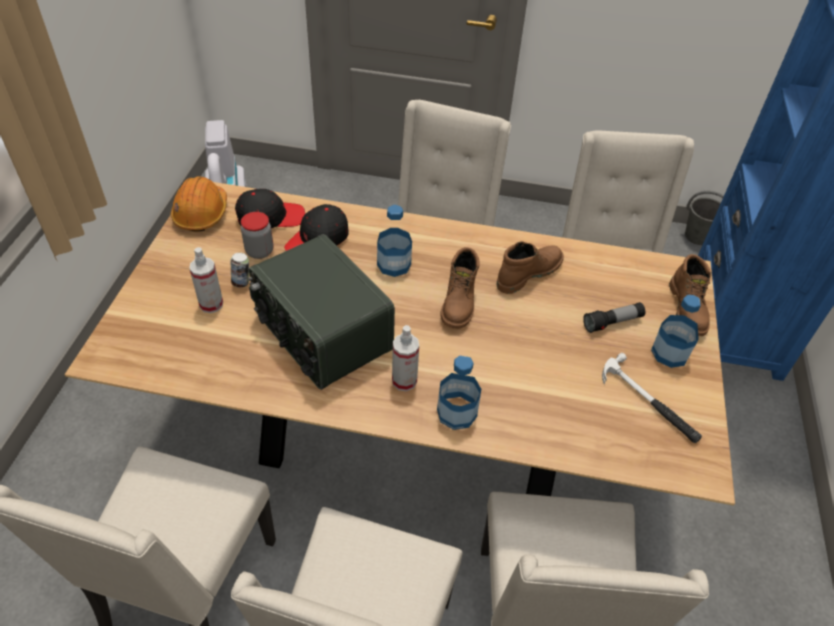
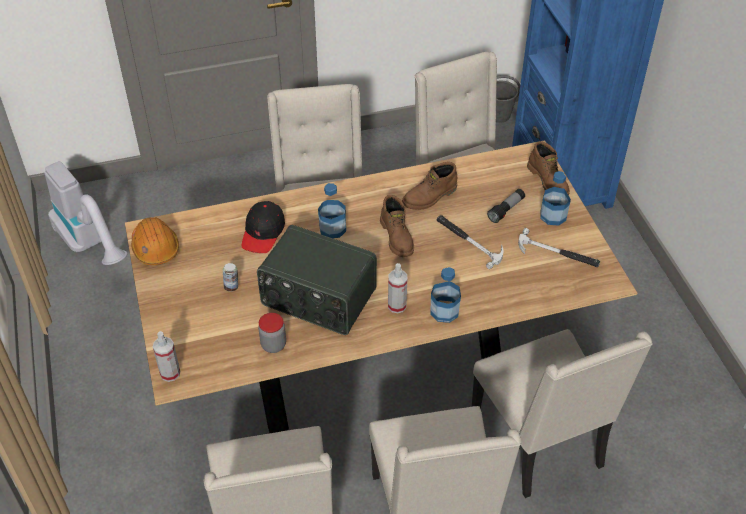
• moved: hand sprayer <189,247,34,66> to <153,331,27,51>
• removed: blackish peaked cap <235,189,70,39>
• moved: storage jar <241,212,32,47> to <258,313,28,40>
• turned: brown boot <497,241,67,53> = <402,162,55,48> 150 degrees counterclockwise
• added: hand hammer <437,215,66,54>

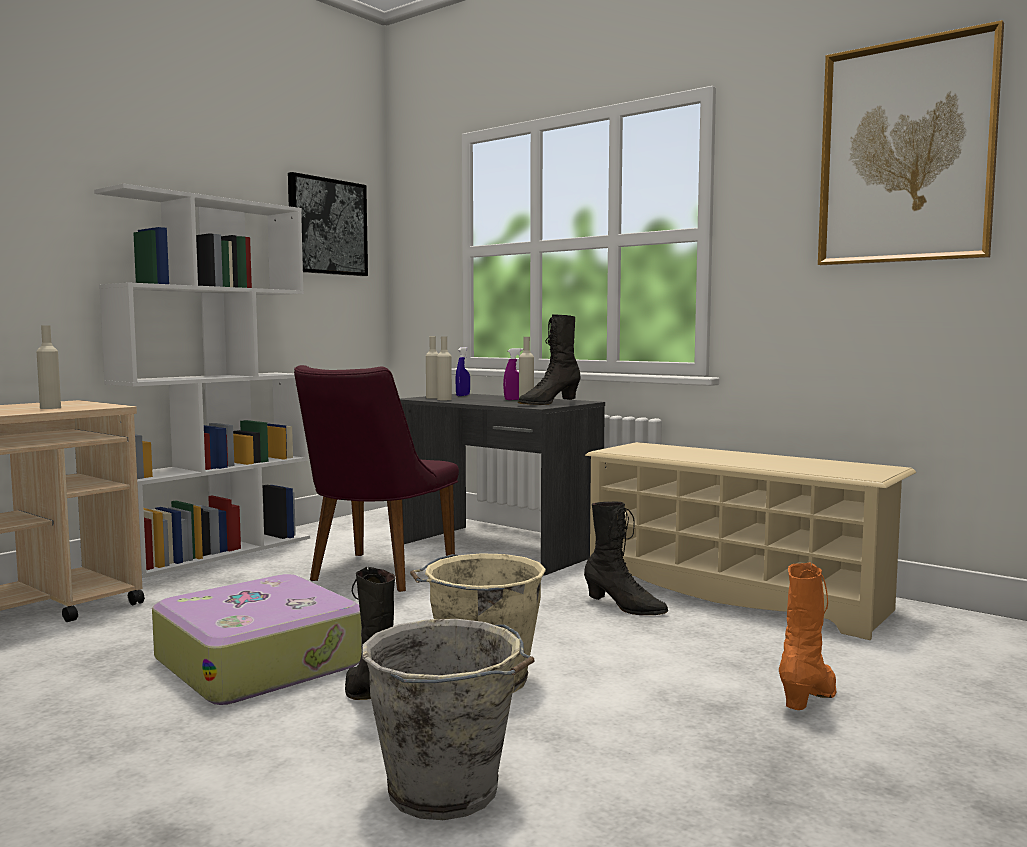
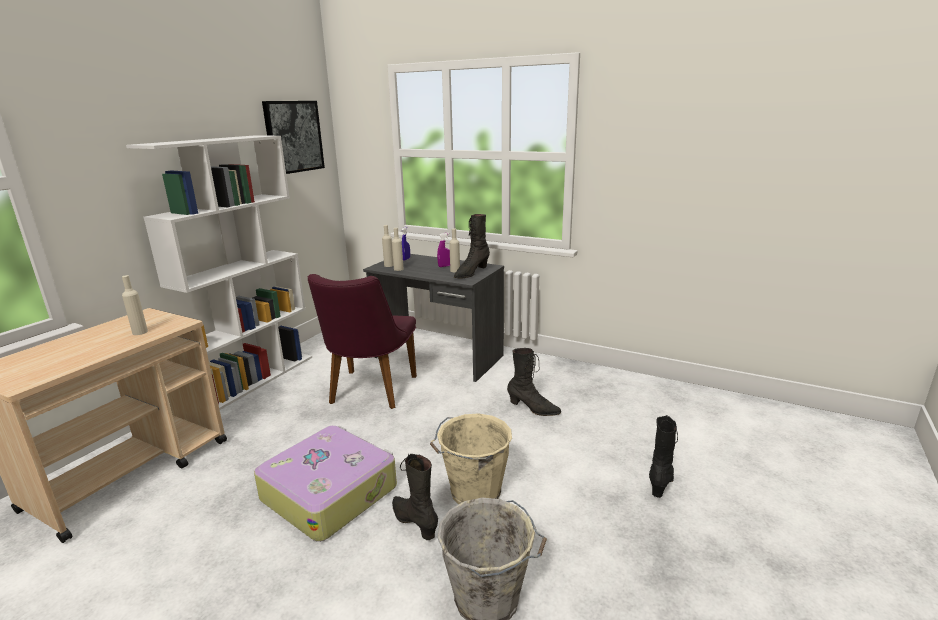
• removed: beige shoe stand <585,442,331,198>
• recoloured: orange boot <779,563,57,147> to blackish boot <649,415,29,83>
• removed: wall art <818,20,186,245>

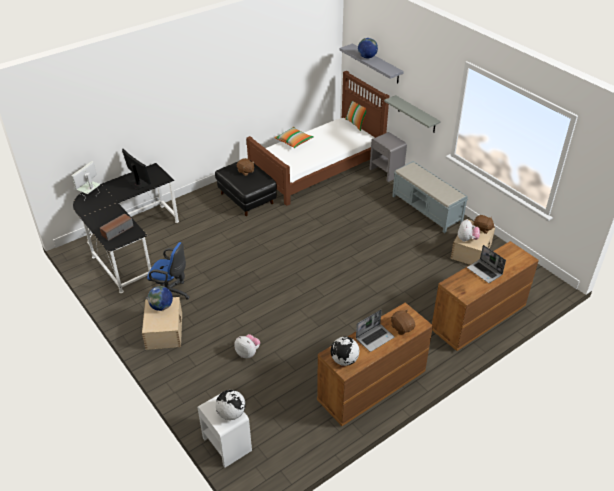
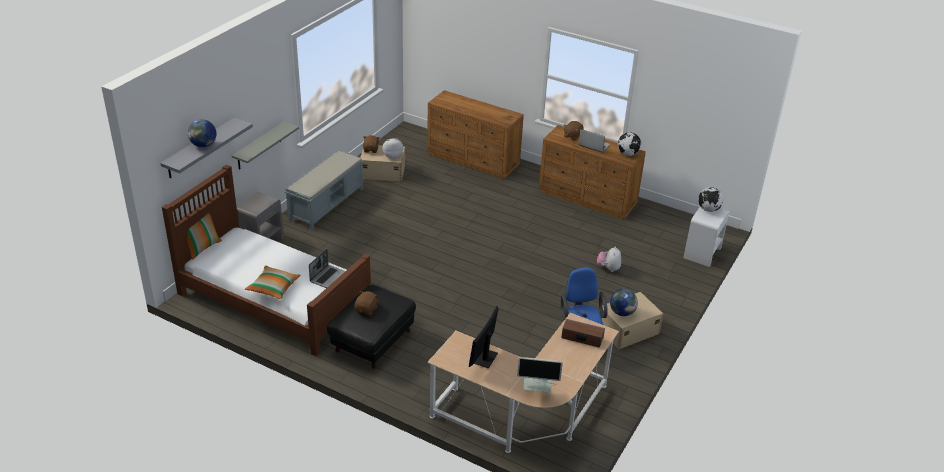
• recoloured: blackish desk unit <73,163,106,130> to beige desk unit <427,313,192,140>
• moved: portable computer <467,245,39,38> to <309,249,36,39>

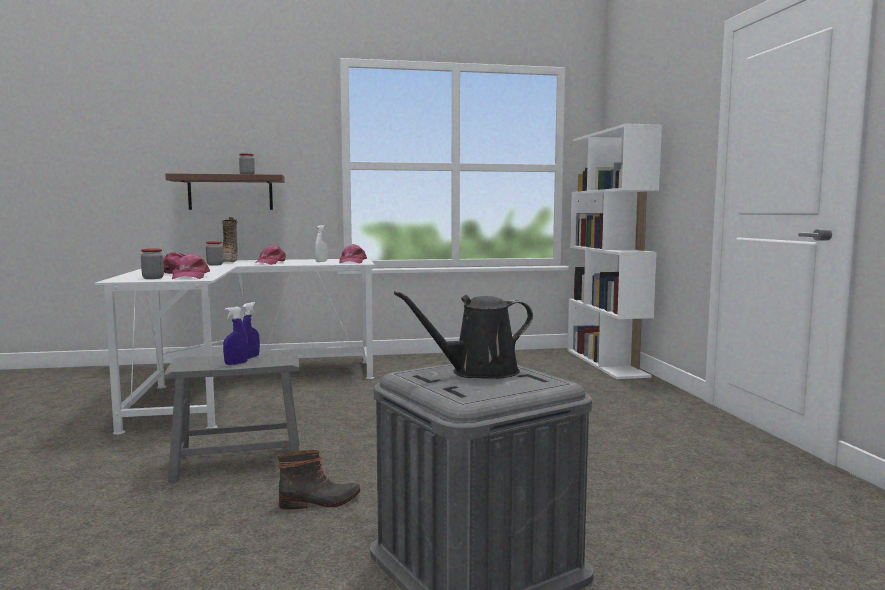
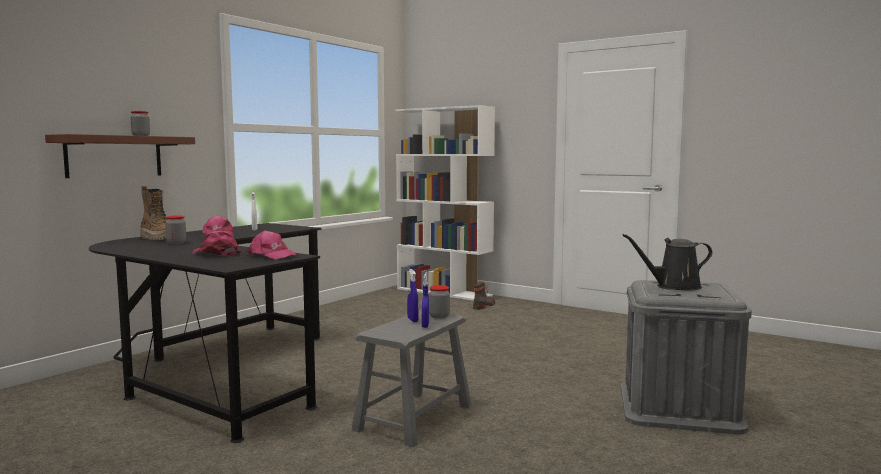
• recoloured: whitish desk unit <94,259,281,176> to blackish desk unit <89,223,232,220>
• moved: storage jar <141,248,23,31> to <429,285,21,34>
• moved: boot <278,450,82,60> to <473,282,22,28>
• removed: pinkish peaked cap <339,244,28,20>
• turned: blackish watering can <394,291,139,88> = <622,234,90,57> 60 degrees clockwise

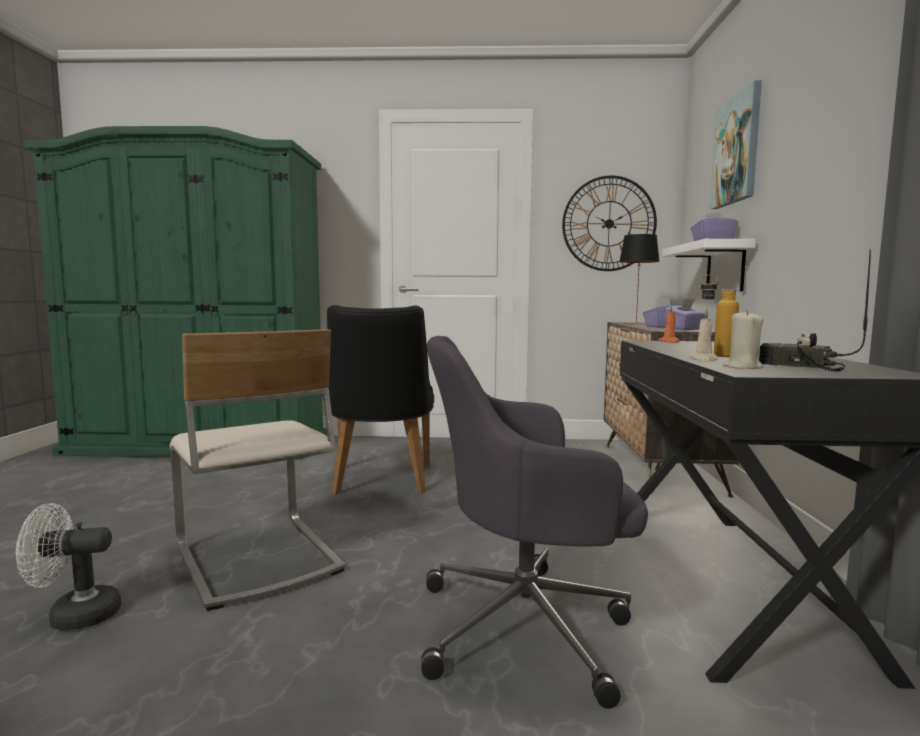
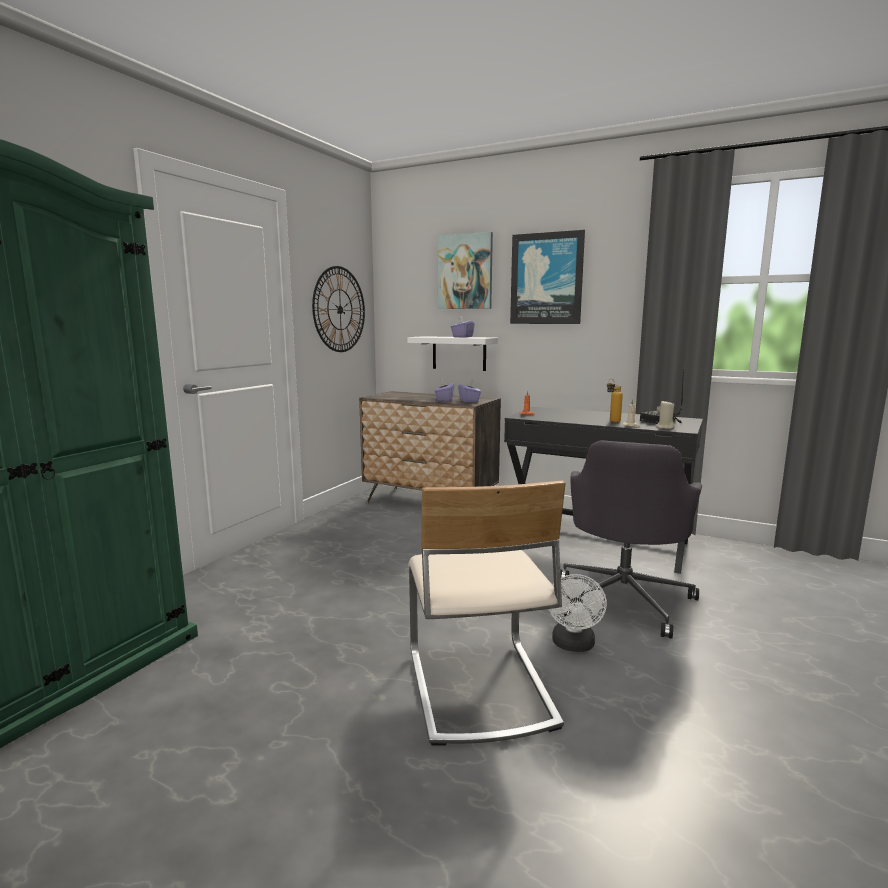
• moved: whitish cooling fan <16,503,105,127> to <549,574,58,78>
• turned: beige plain chair <170,329,176,282> = <409,480,157,266> 90 degrees clockwise
• removed: blackish plain chair <327,305,107,190>
• removed: table lamp <619,234,41,91>
• added: wall art <510,230,75,94>

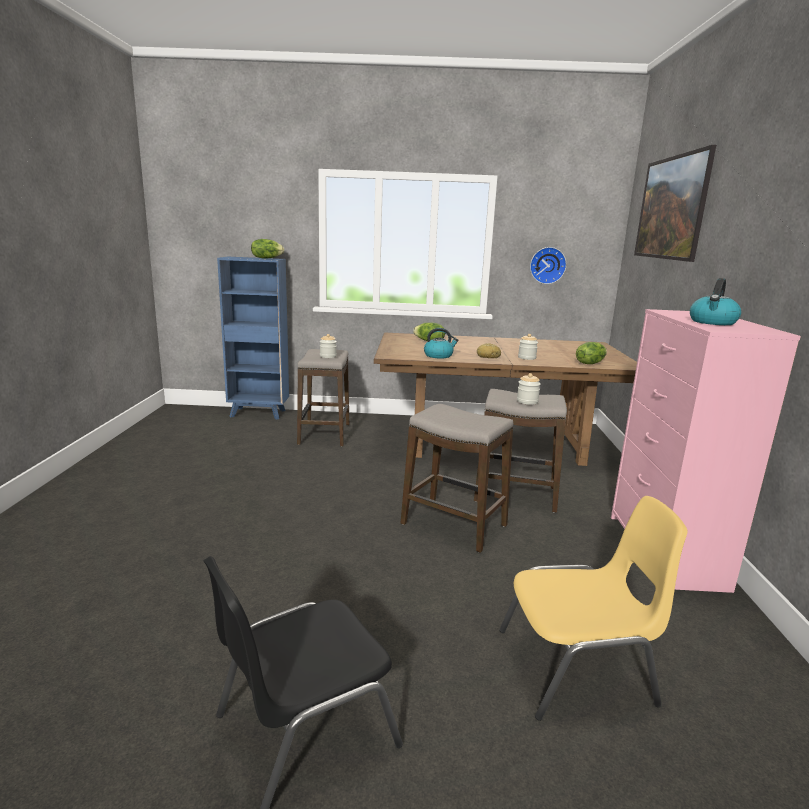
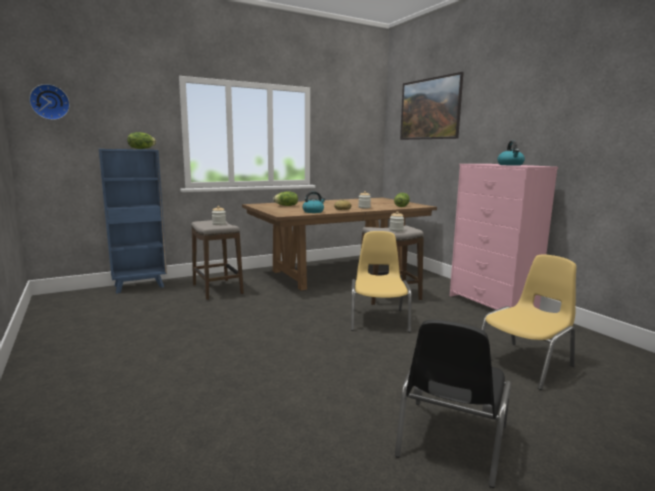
• replaced: stool seat <401,404,112,149> to yellow-coloured plain chair <351,231,60,101>
• moved: wall clock <530,247,37,37> to <29,84,41,36>

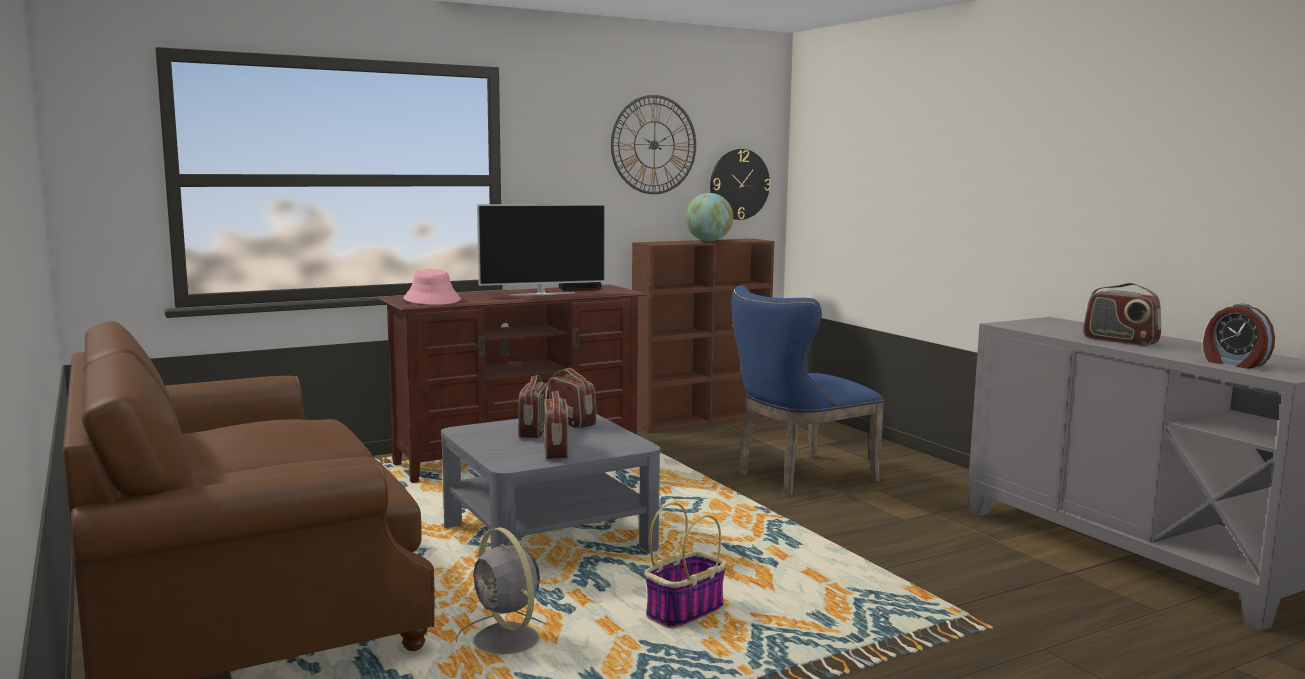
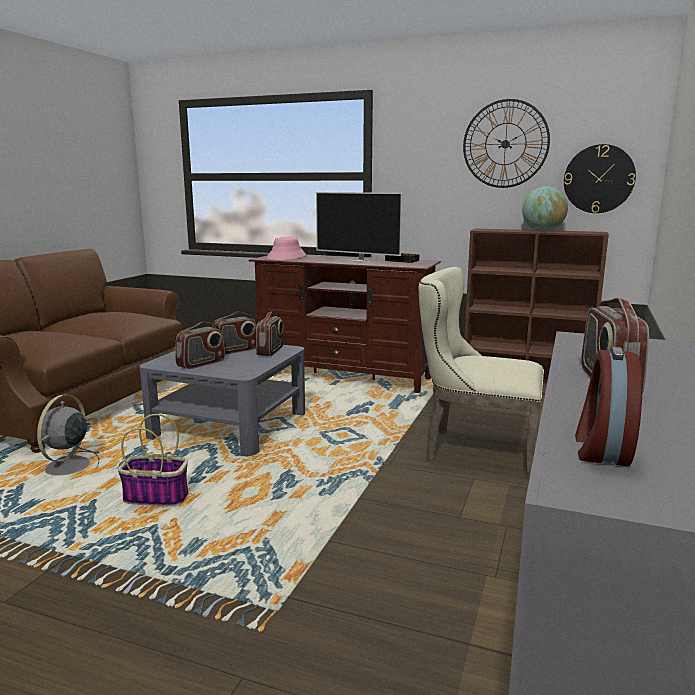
• recoloured: blue plain chair <732,285,152,211> to beige plain chair <419,267,125,212>

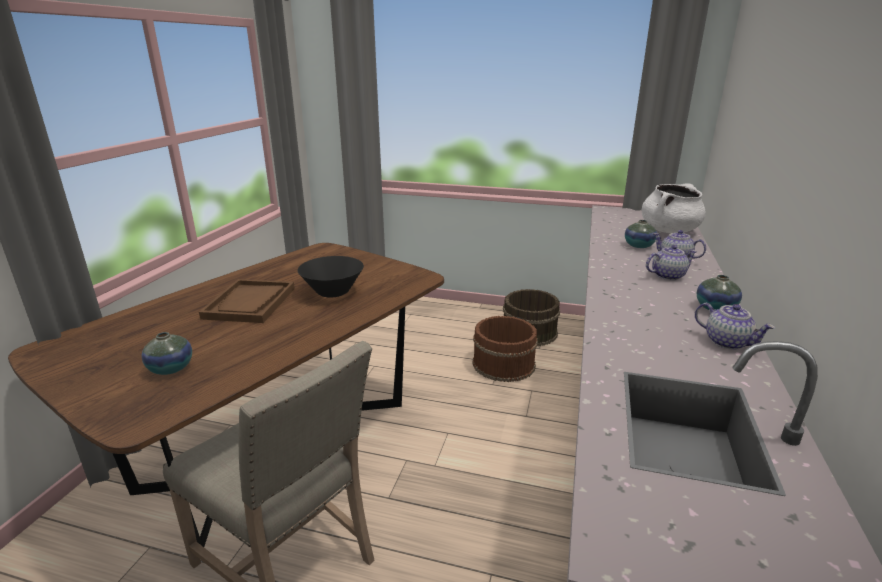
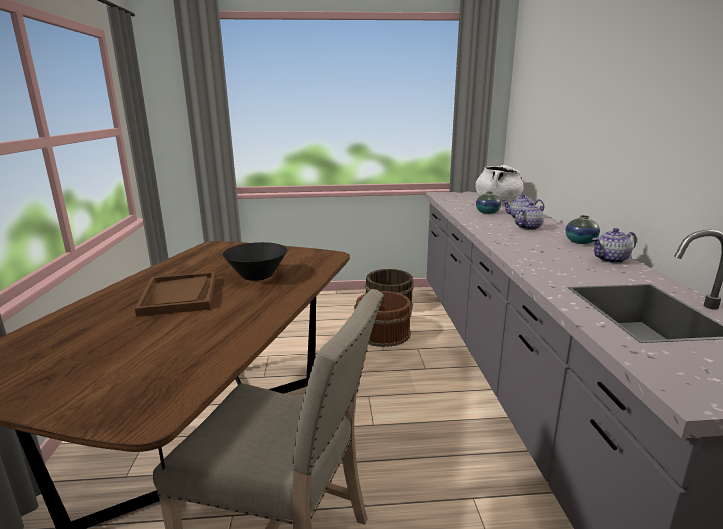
• removed: vase <141,332,51,43>
• turned: teapot <695,303,80,47> = <592,228,45,35> 135 degrees clockwise

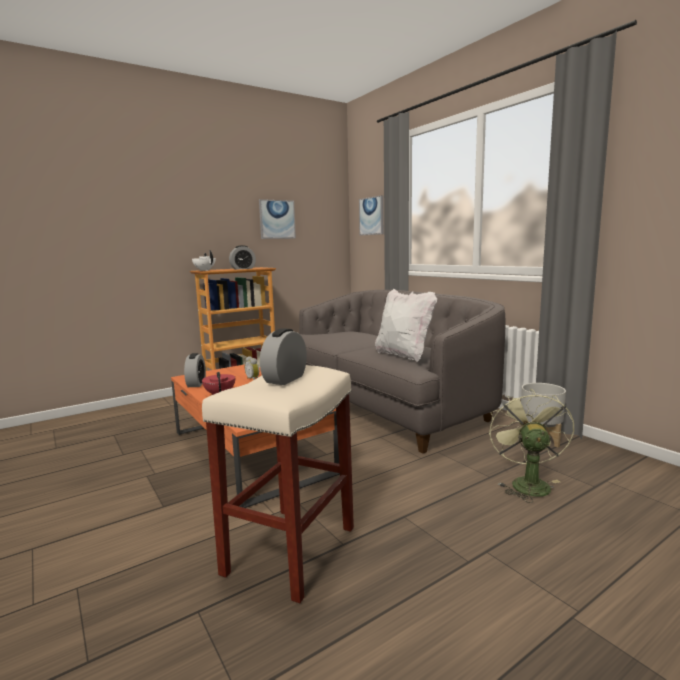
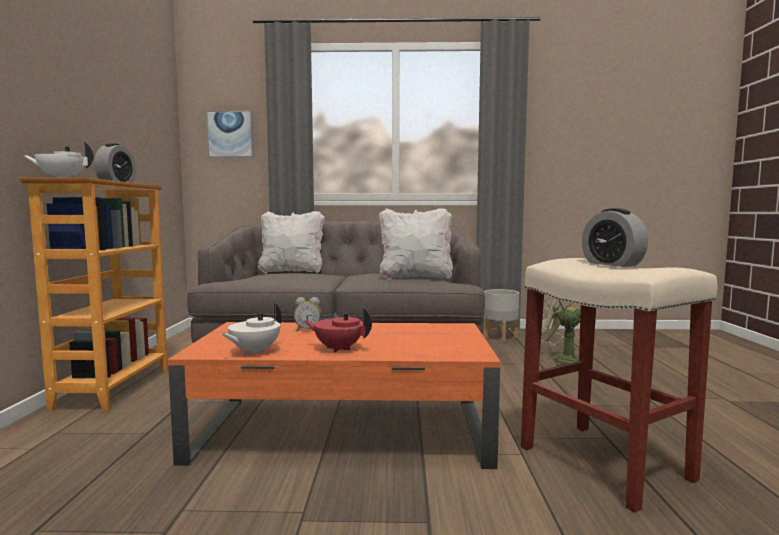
• replaced: bedside clock <184,353,22,34> to whitish teapot <221,303,61,52>
• removed: wall art <259,199,37,40>
• added: whitish throw pillow <258,211,67,63>

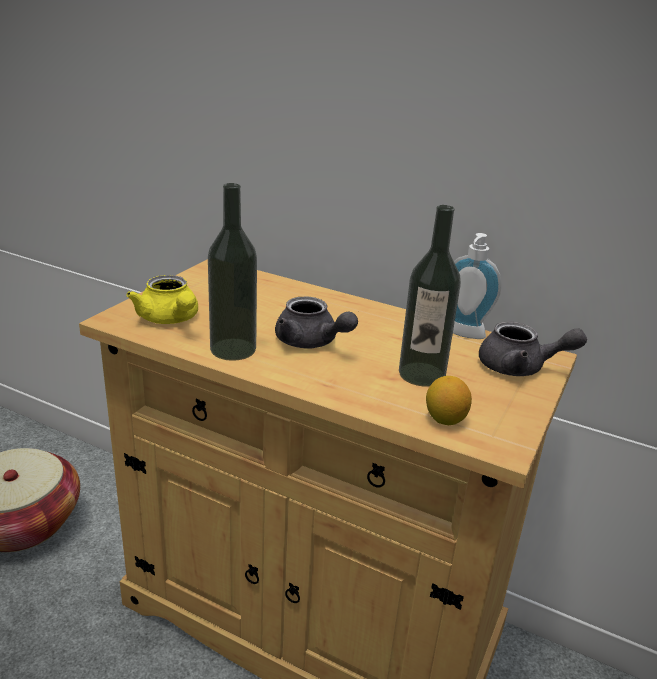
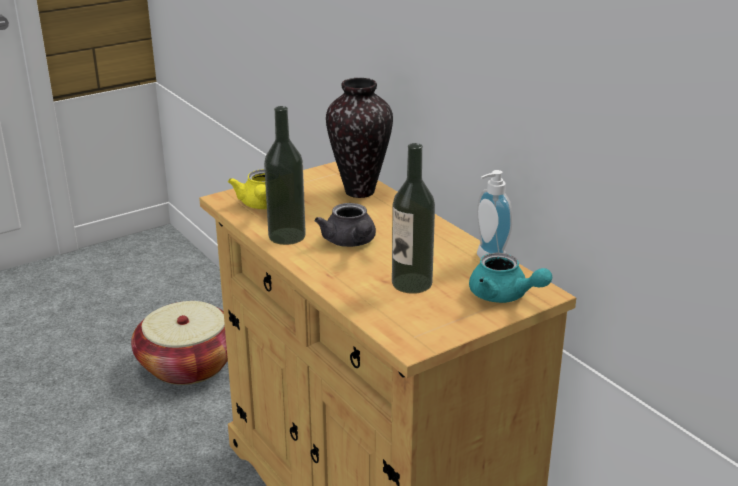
• removed: whole lemon <426,376,46,49>
• recoloured: greyish teapot <479,322,108,54> to blue-green teapot <469,253,83,50>
• added: vase <326,78,67,120>

